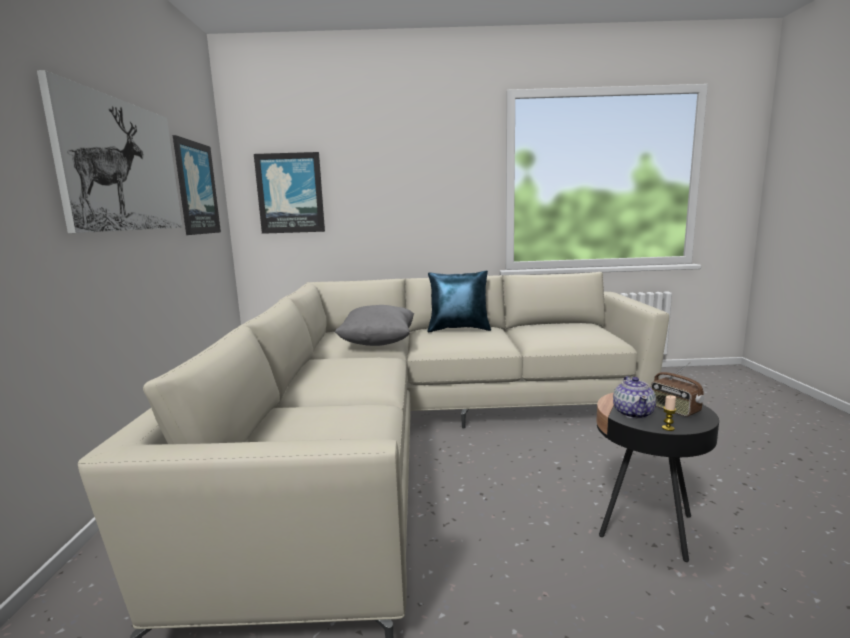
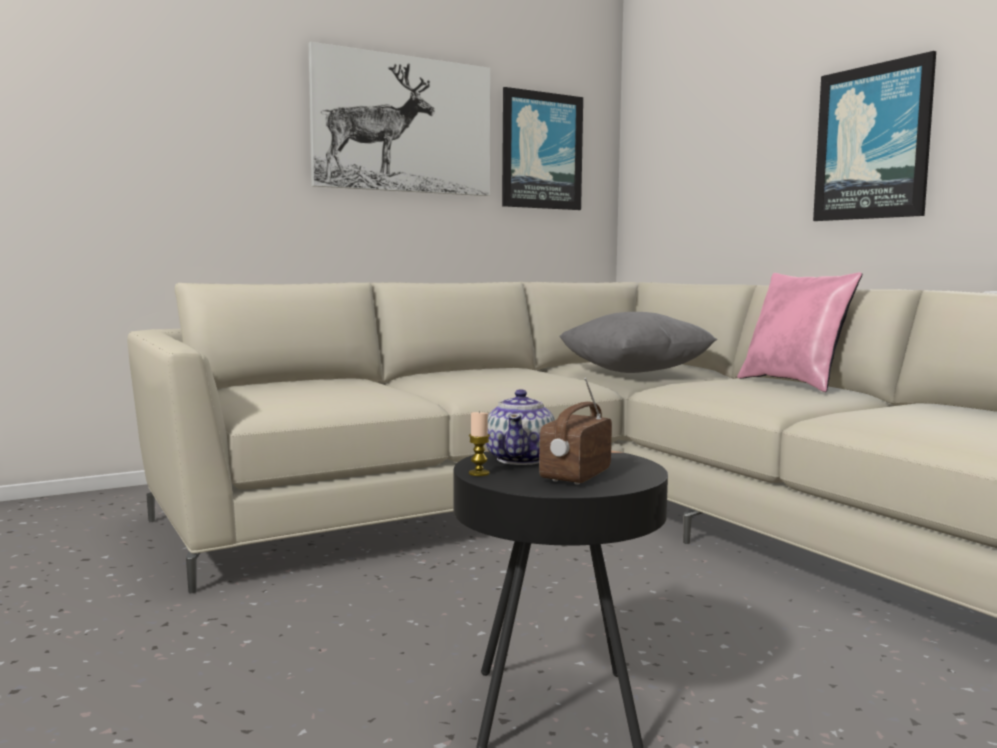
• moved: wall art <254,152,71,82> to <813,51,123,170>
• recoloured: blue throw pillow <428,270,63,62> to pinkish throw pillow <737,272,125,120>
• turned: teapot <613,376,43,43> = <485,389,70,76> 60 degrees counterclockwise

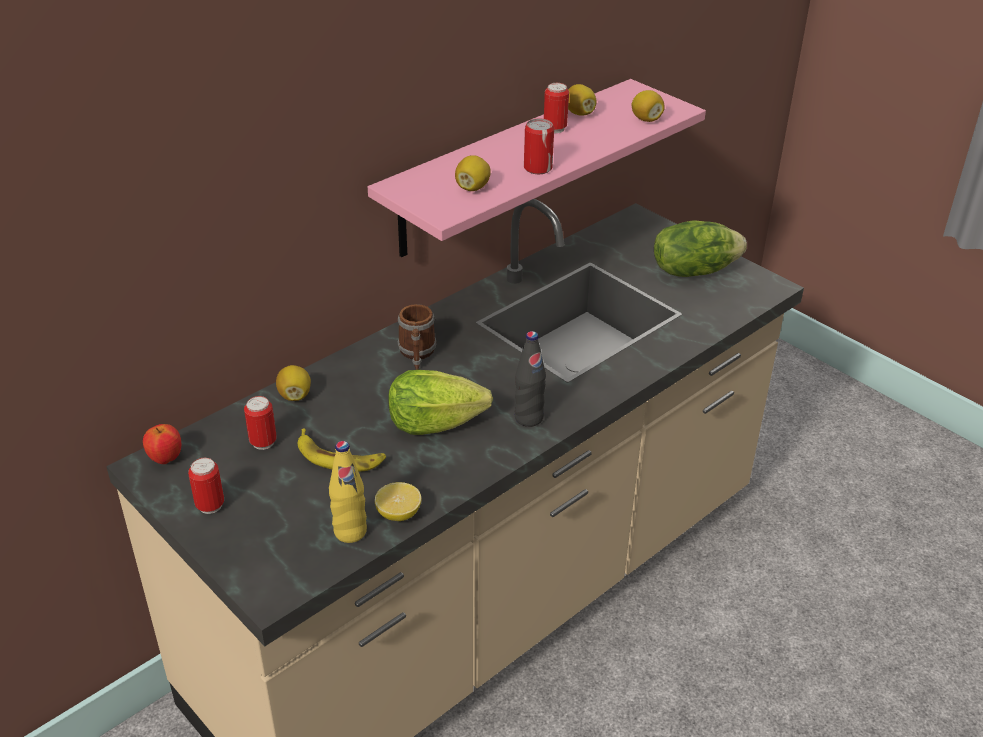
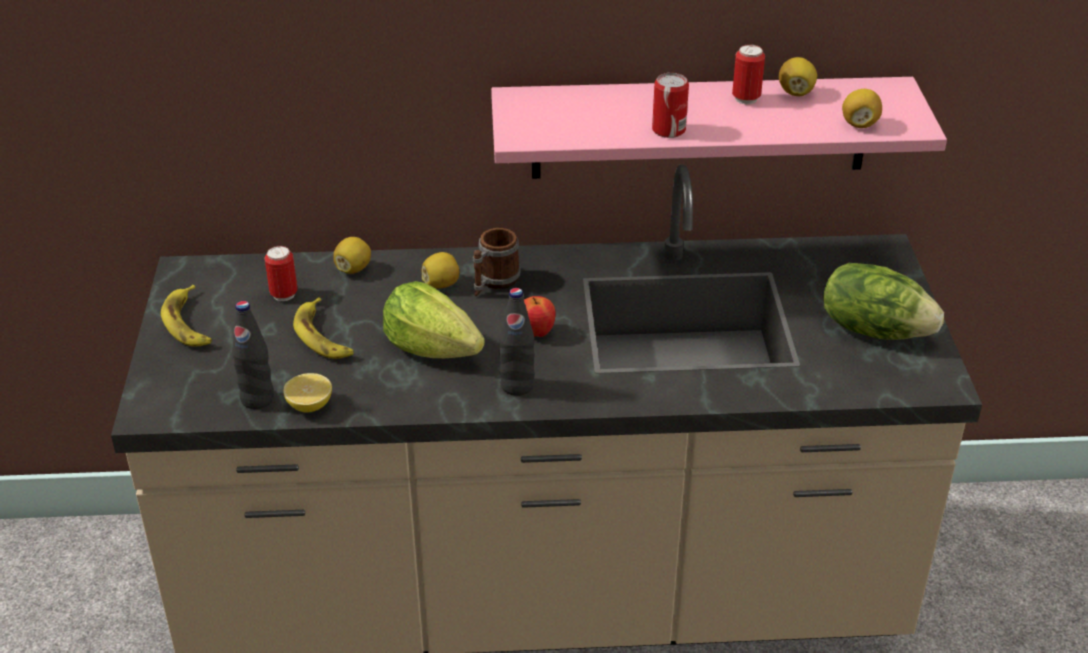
• moved: apple <143,424,38,40> to <524,296,32,41>
• replaced: sealed can <188,458,36,56> to banana <161,285,51,61>
• recoloured: yellow-coloured drink bottle <329,441,38,102> to blackish drink bottle <232,301,42,108>
• moved: whole lemon <455,155,36,36> to <422,252,37,37>

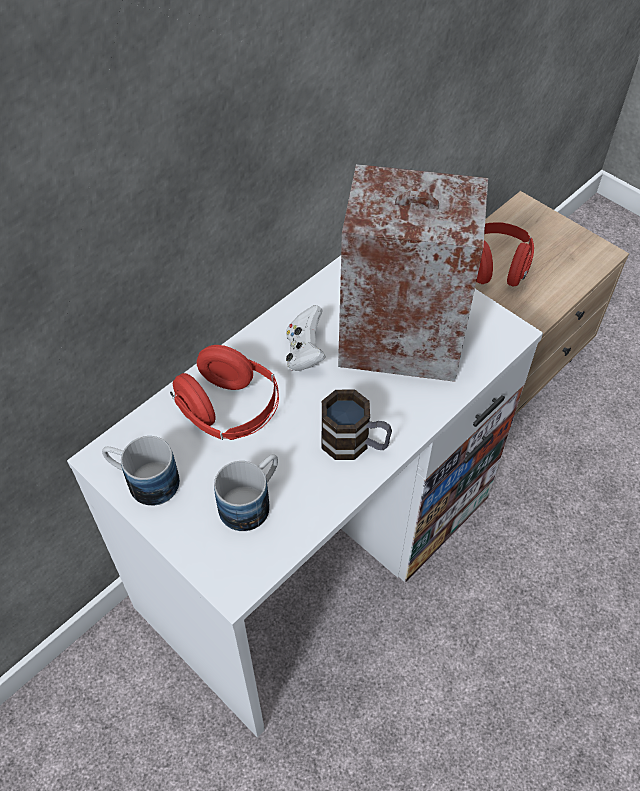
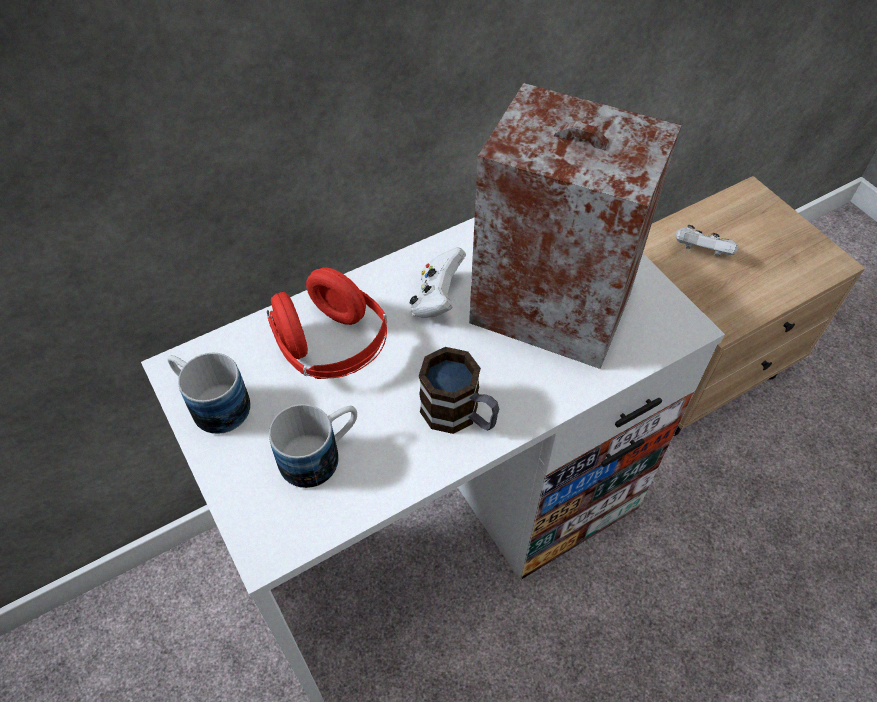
• replaced: reddish pair of headphones <476,222,58,65> to whitish gamepad <676,225,62,32>

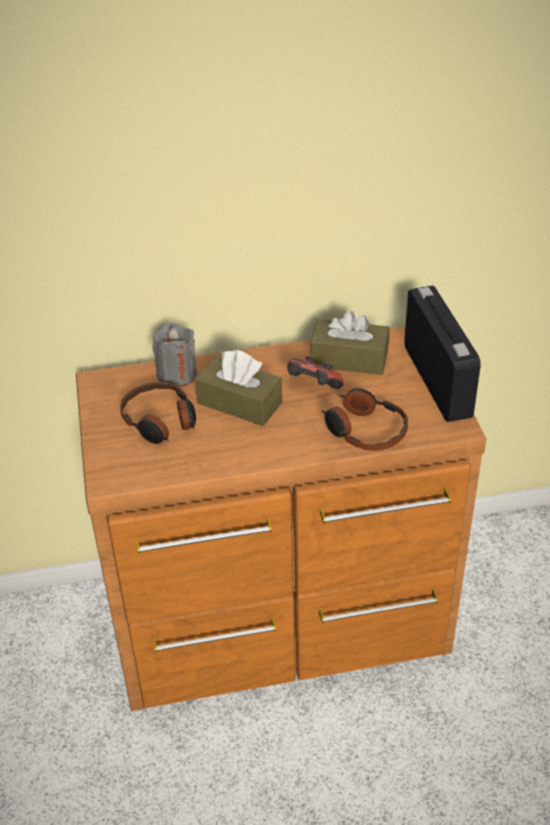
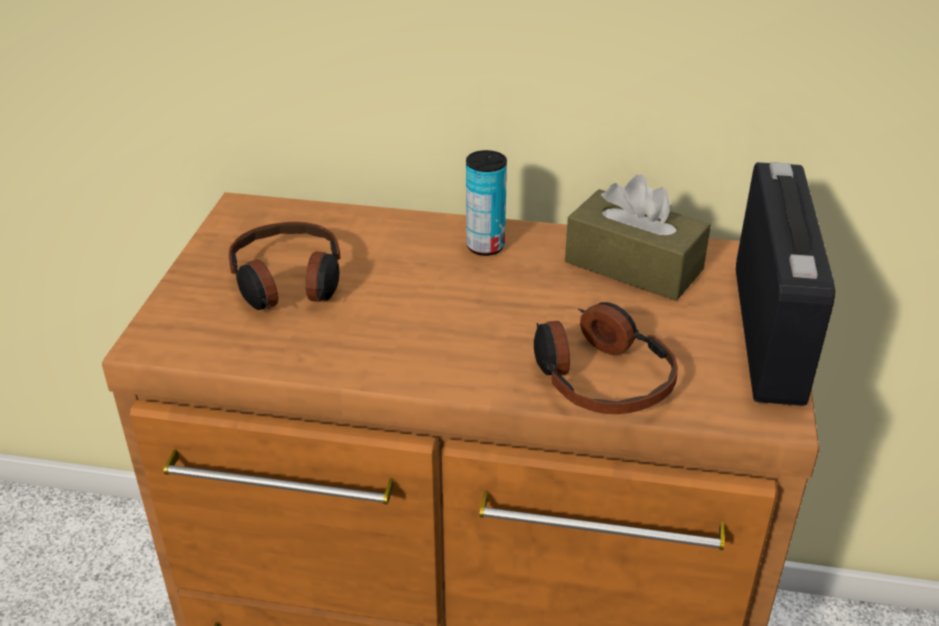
• removed: greyish wax candle <152,323,45,64>
• removed: brown tissue box <195,350,87,76>
• removed: gamepad <287,356,57,33>
• added: sealed can <466,150,41,106>

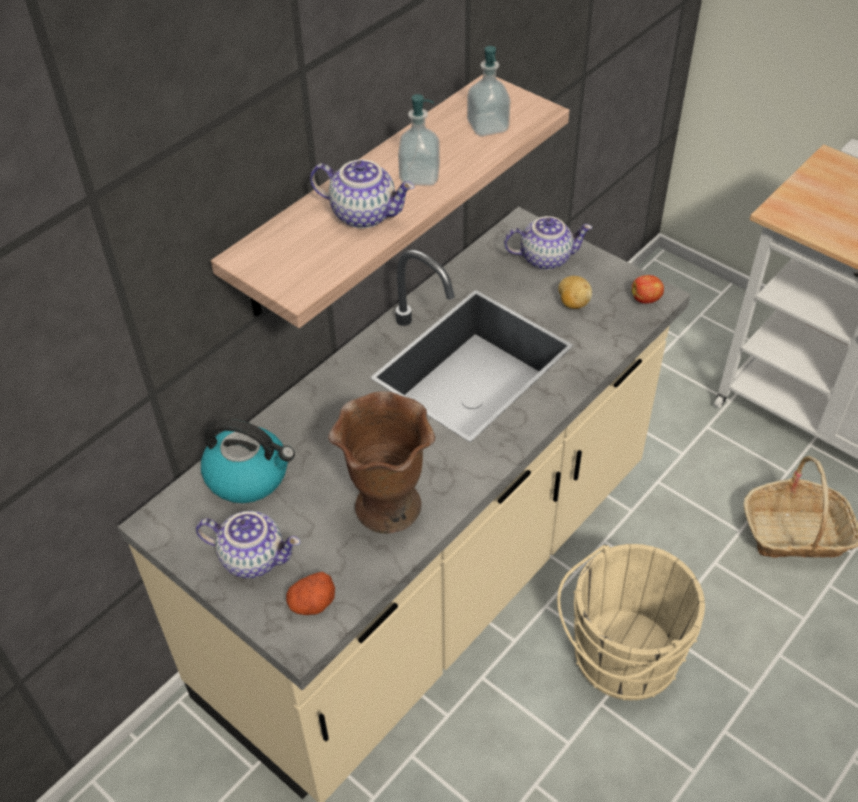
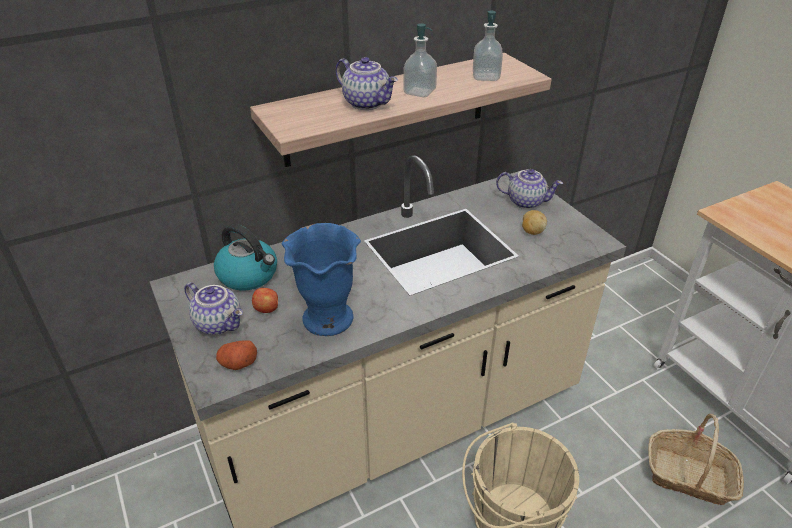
• recoloured: brown vase <328,392,107,142> to blue vase <282,223,79,113>
• moved: apple <632,275,32,29> to <252,288,26,25>

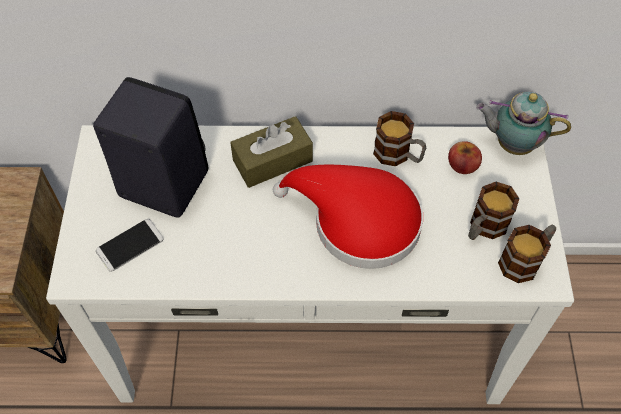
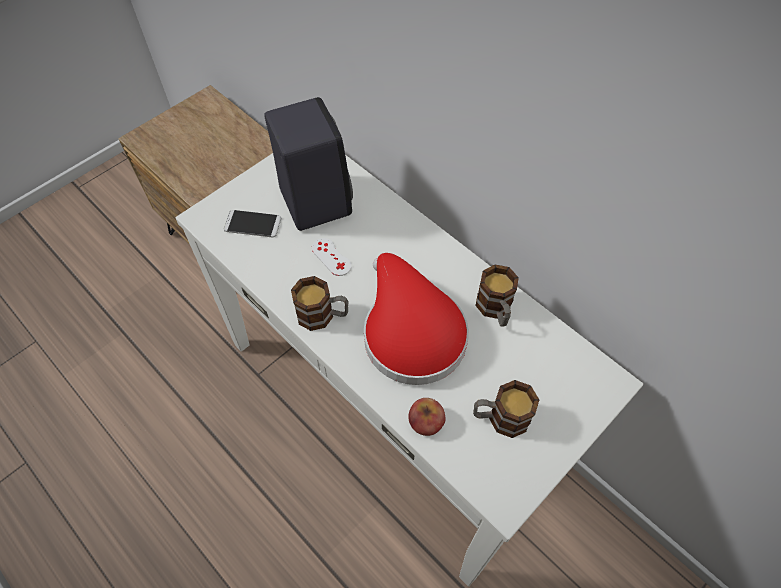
• removed: brown tissue box <230,116,83,72>
• moved: apple <448,141,34,33> to <408,398,37,38>
• removed: teapot <476,91,95,64>
• moved: coffee mug <498,225,58,58> to <291,276,57,55>
• added: whitish gamepad <312,238,40,38>

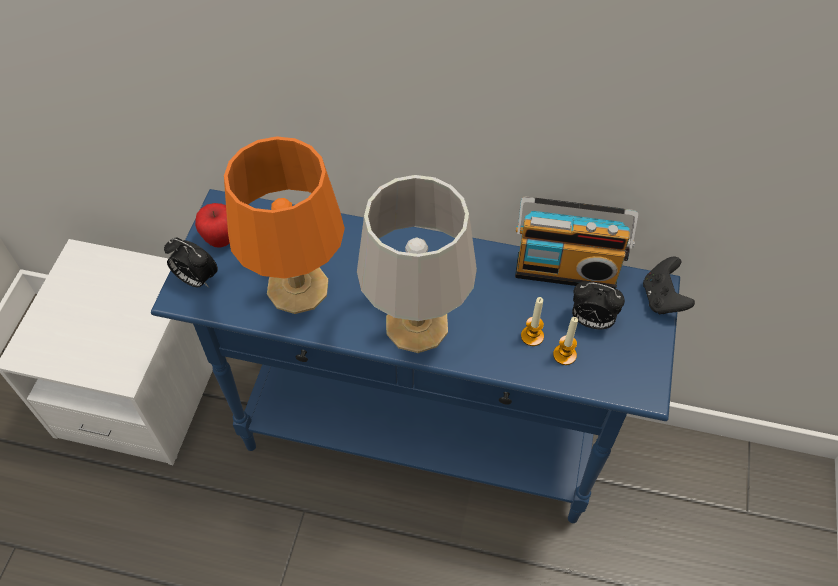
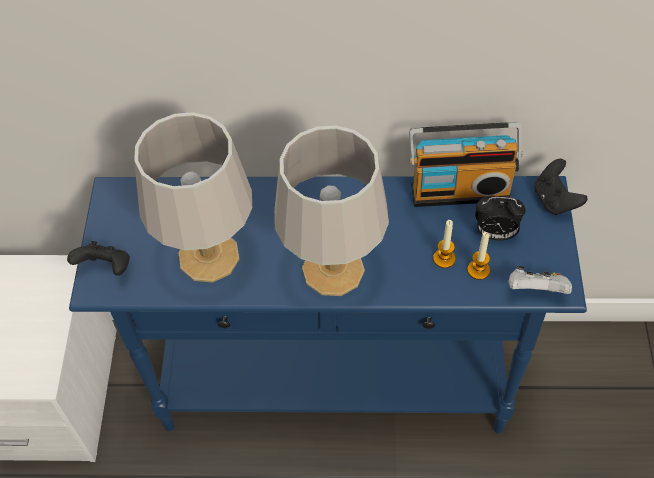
• replaced: bedside clock <164,238,54,50> to blackish gamepad <67,241,63,35>
• removed: apple <195,203,35,44>
• recoloured: orange table lamp <224,136,121,178> to greyish table lamp <134,112,118,171>
• added: whitish gamepad <509,266,63,28>

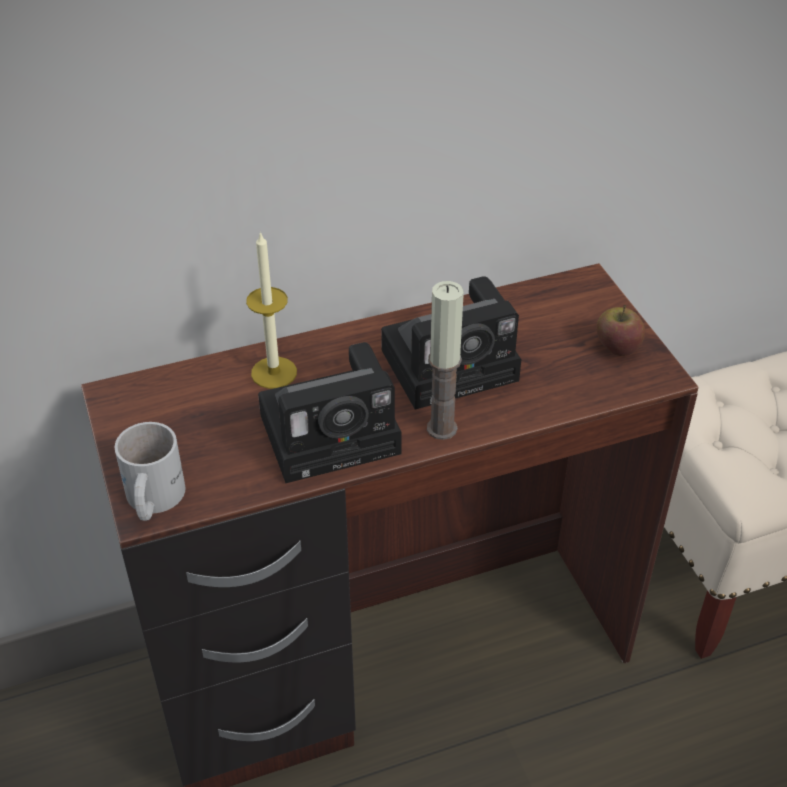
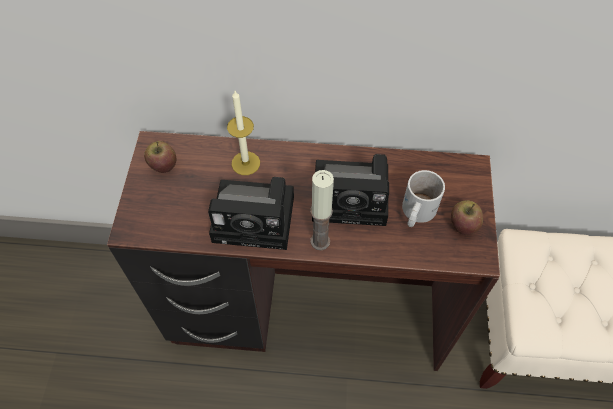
• moved: whitish coffee mug <114,422,72,99> to <402,170,43,57>
• added: apple <144,141,32,32>

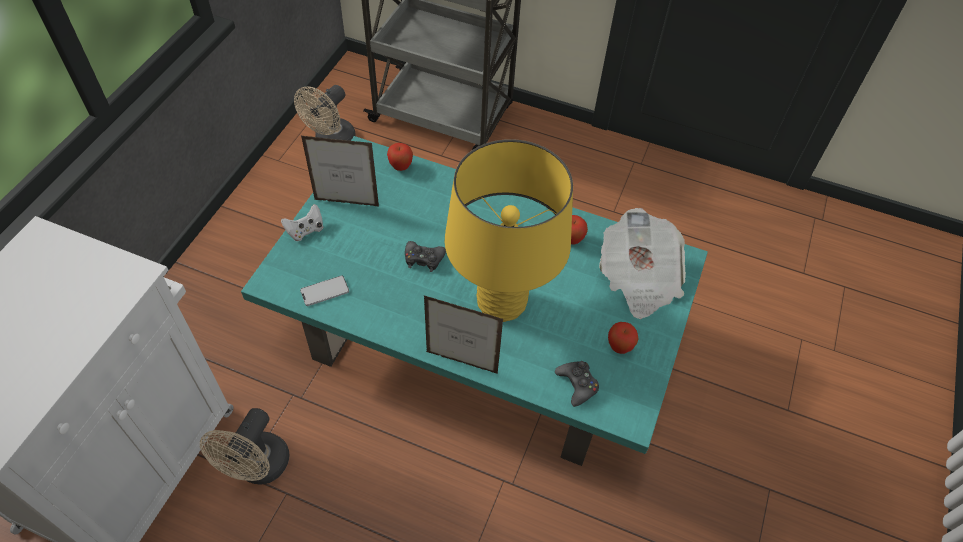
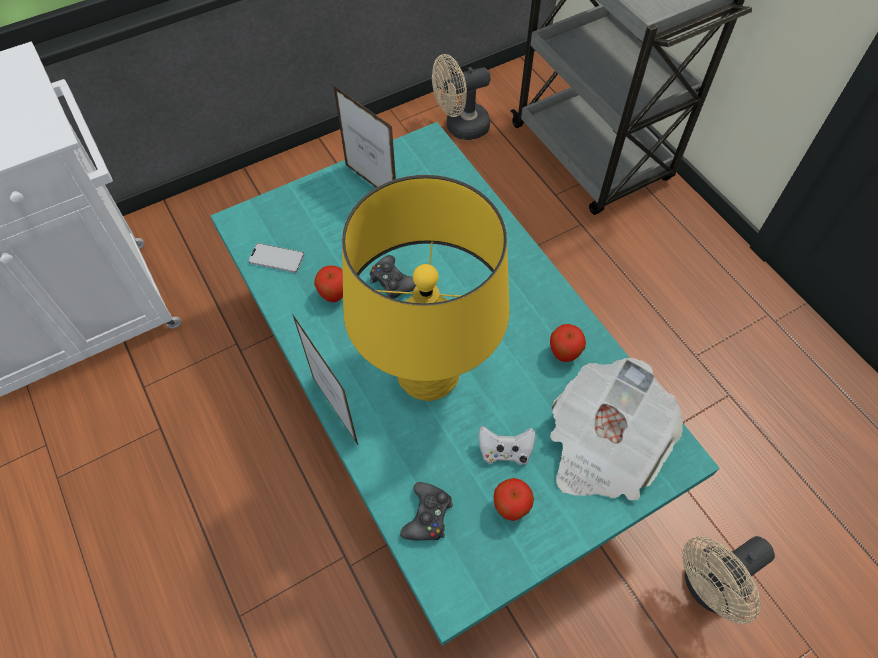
• moved: beige cooling fan <200,408,90,76> to <682,536,93,88>
• moved: whitish gamepad <281,204,42,37> to <478,426,58,39>
• moved: apple <387,143,26,28> to <314,266,29,36>

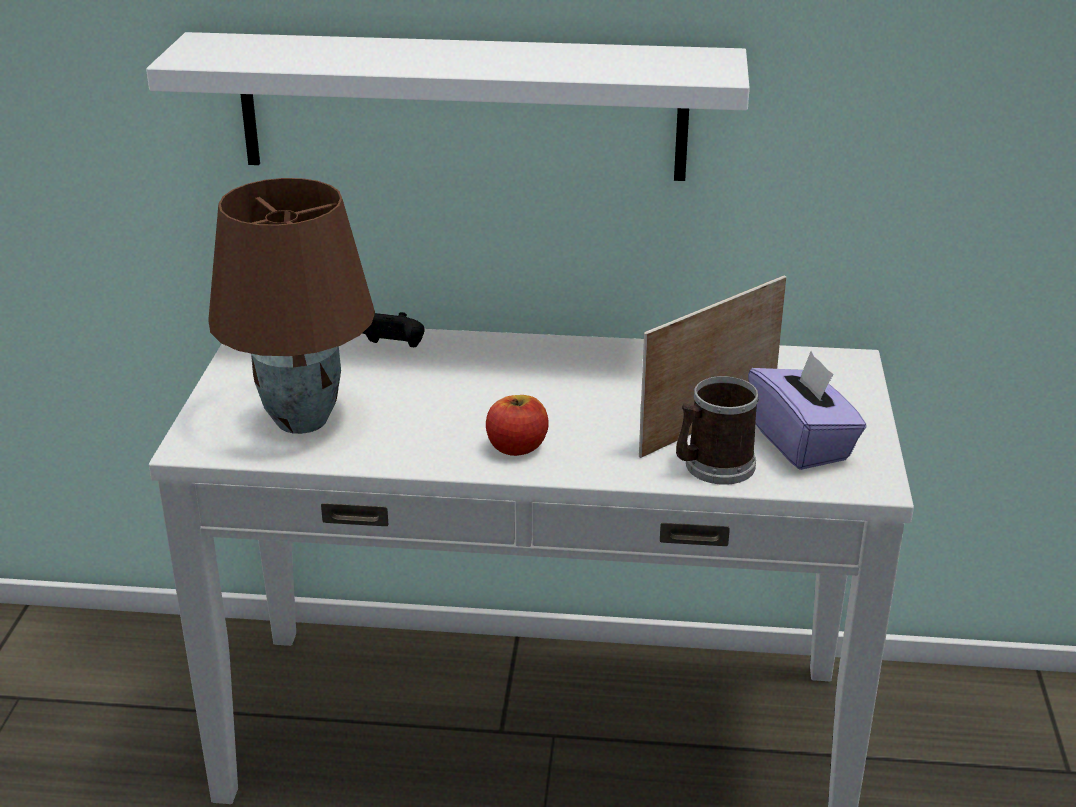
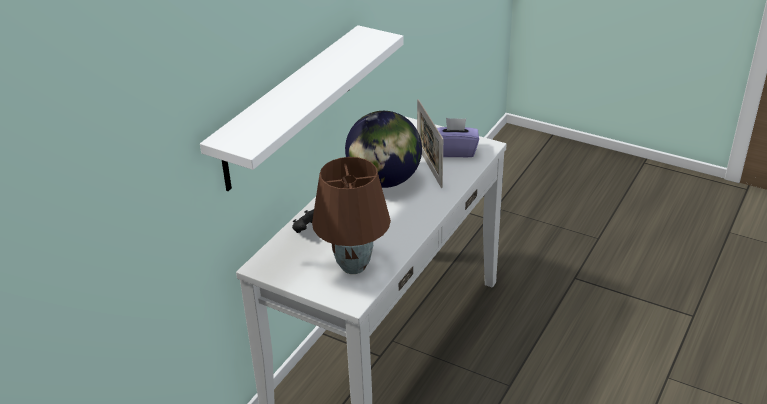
• removed: apple <486,395,62,61>
• removed: coffee mug <676,376,83,109>
• added: world globe <345,111,77,77>

